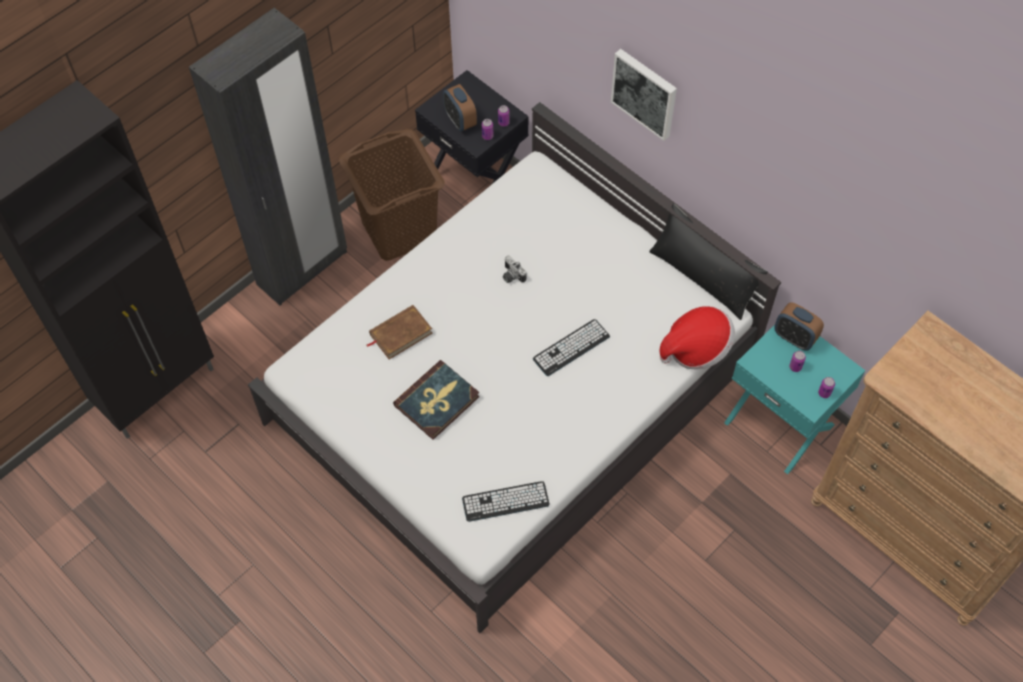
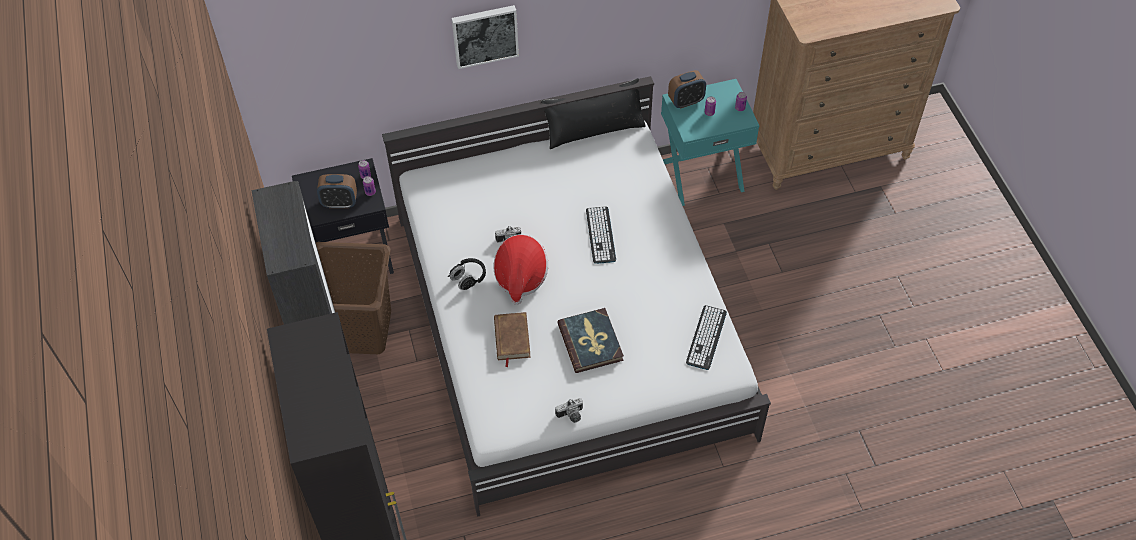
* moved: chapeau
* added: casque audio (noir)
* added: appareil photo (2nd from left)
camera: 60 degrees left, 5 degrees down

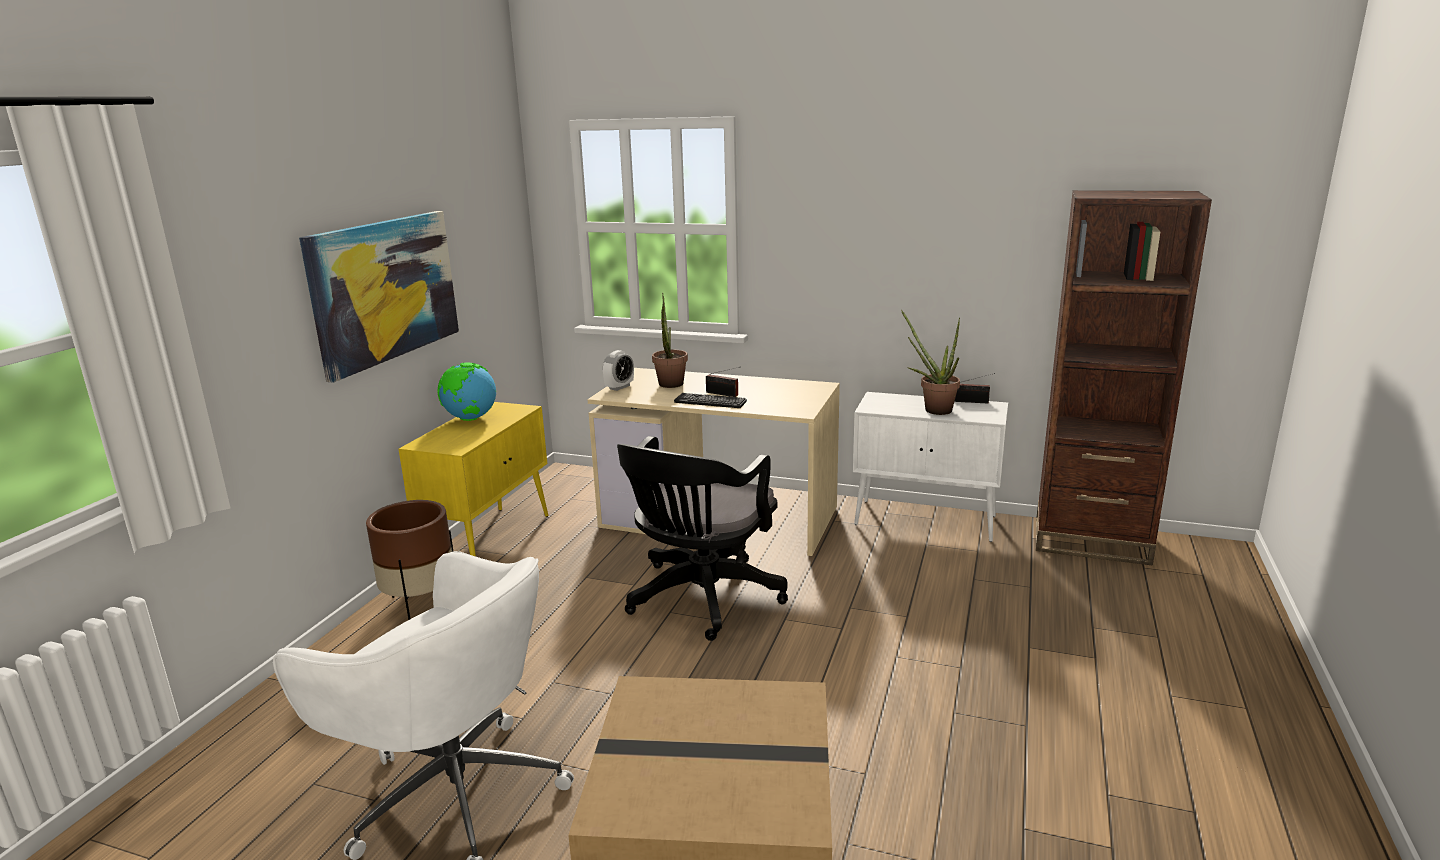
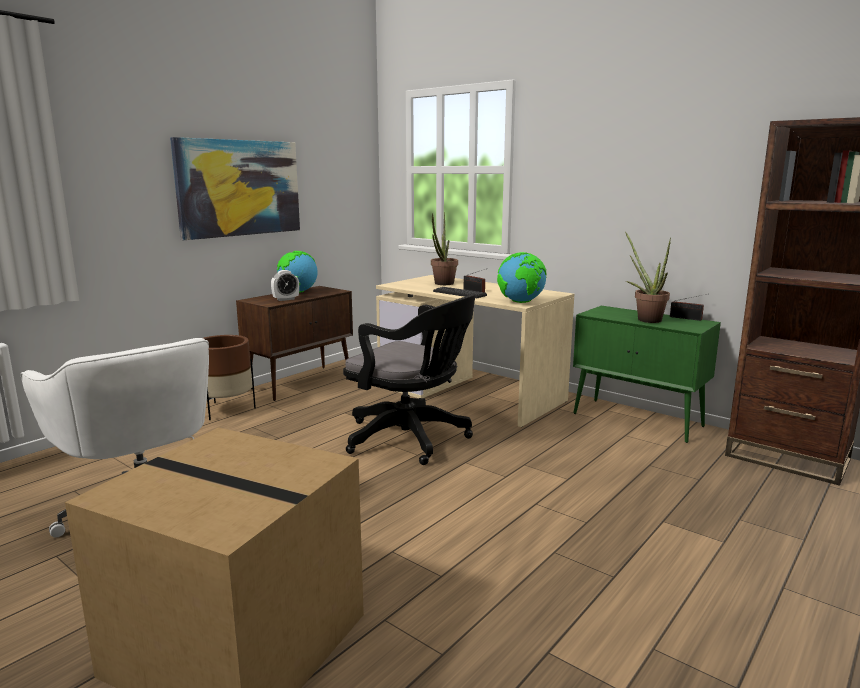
* recoloured: meuble de rangement (jaune) to meuble de rangement (marron)
* moved: réveil
* turned: chaise de bureau (noir) 105 degrees counterclockwise
* recoloured: meuble de rangement (blanc) to meuble de rangement (vert)
* added: globe (2nd from left)
camera: 20 degrees right, 5 degrees down

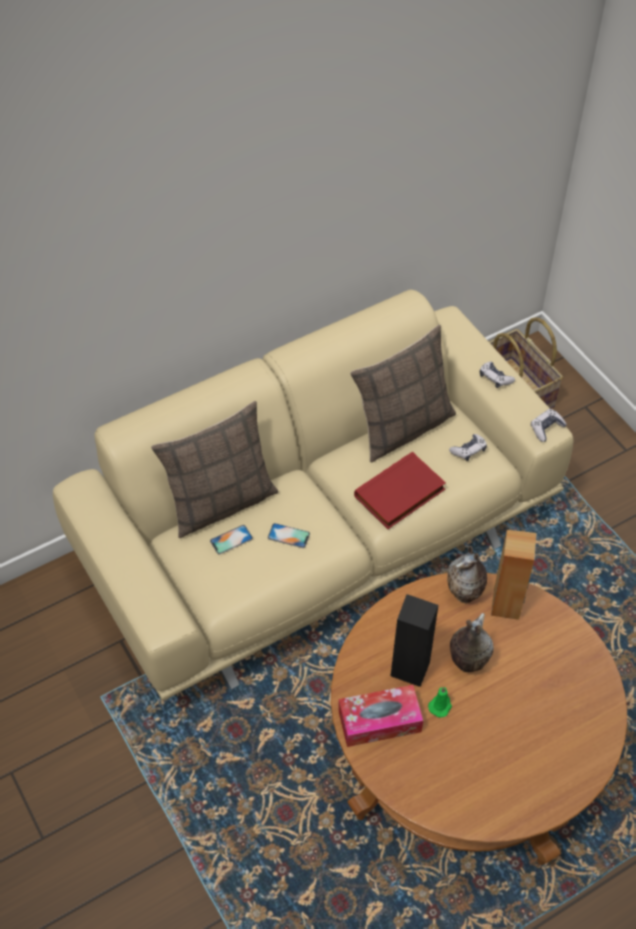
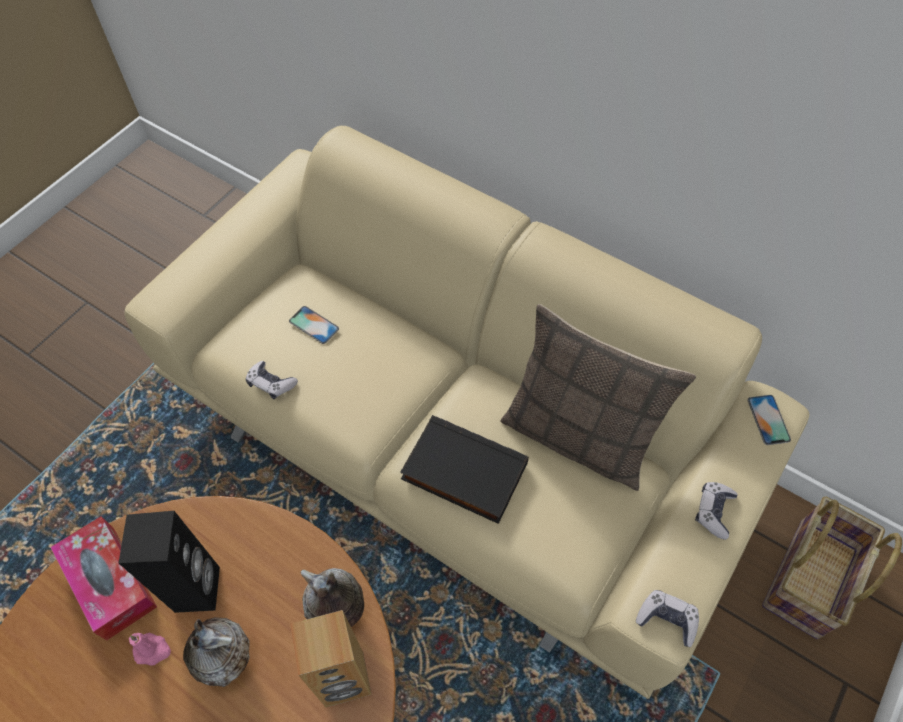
* removed: coussin (1st from left)
* moved: téléphone (2nd from left)
* recoloured: livre (rouge) to livre (noir)
* recoloured: bougie (vert) to bougie (rose)
* moved: manette (1st from left)
camera: 65 degrees right, 5 degrees up

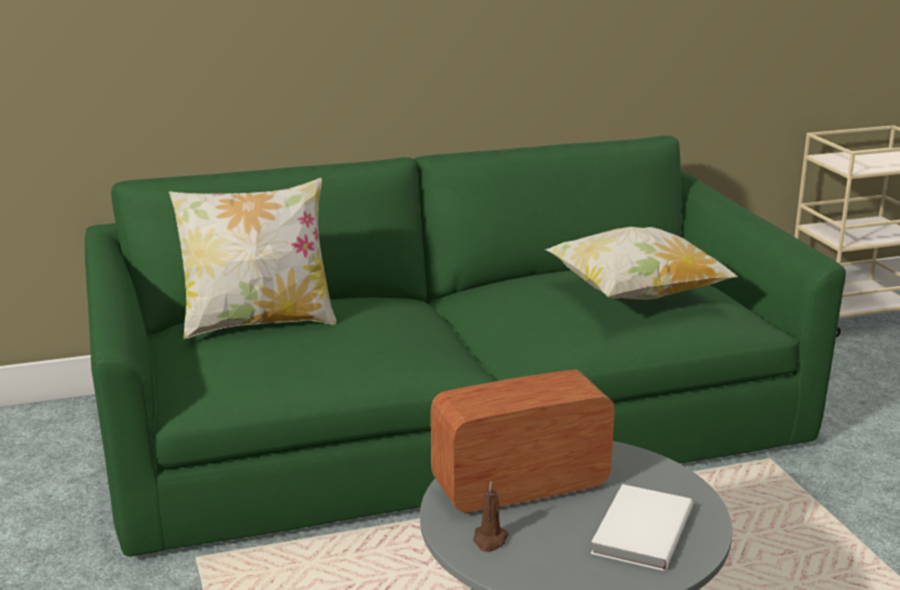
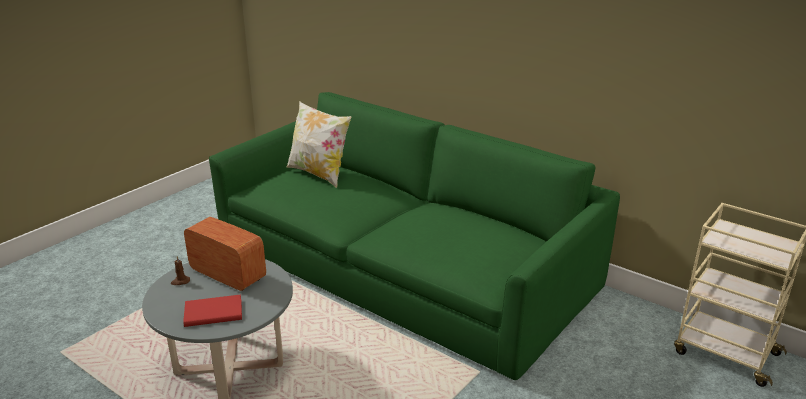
* removed: coussin (2nd from left)
* recoloured: livre (blanc) to livre (rouge)
camera: 55 degrees right, 5 degrees up

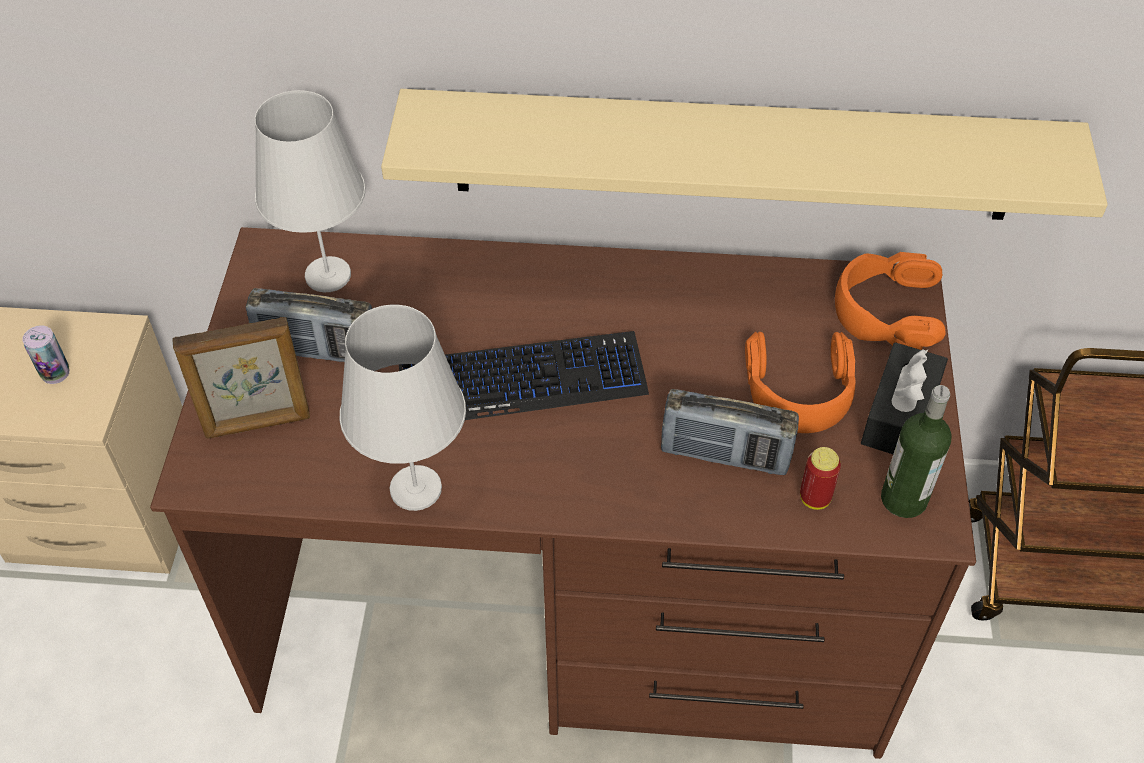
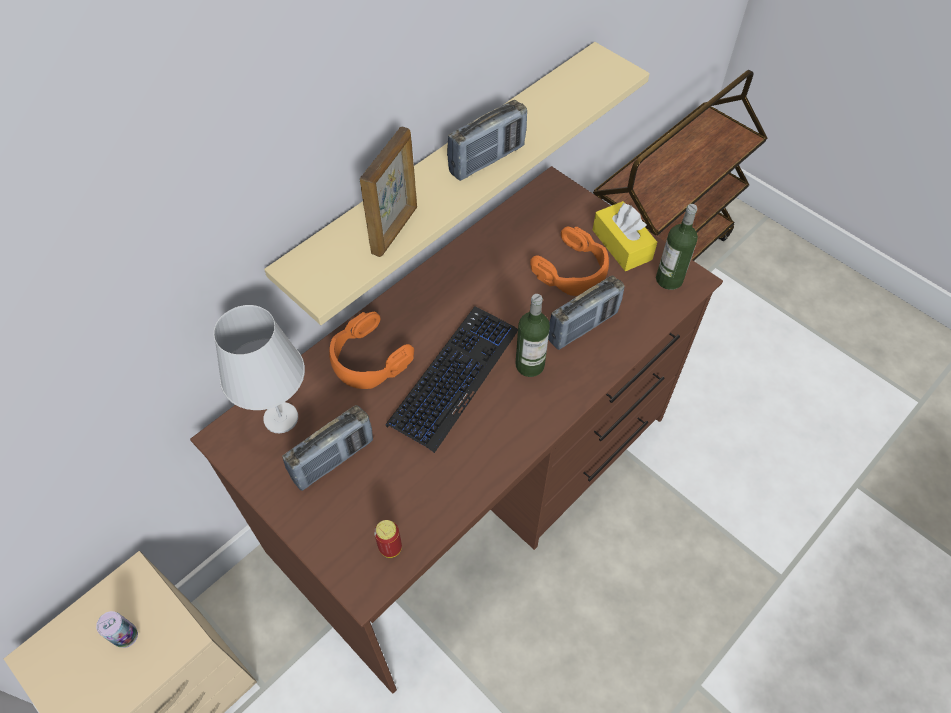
* moved: cadre photo
* removed: lampe de table (blanc) (2nd from left)
* moved: boîte métallique (2nd from left)
* moved: casque audio (orange) (2nd from left in the first image) to casque audio (orange) (1st from left)
* recoloured: boîte à mouchoirs (noir) to boîte à mouchoirs (jaune)
* added: radio (2nd from left)
* added: bouteille (1st from left)
camera: 50 degrees left, 5 degrees up

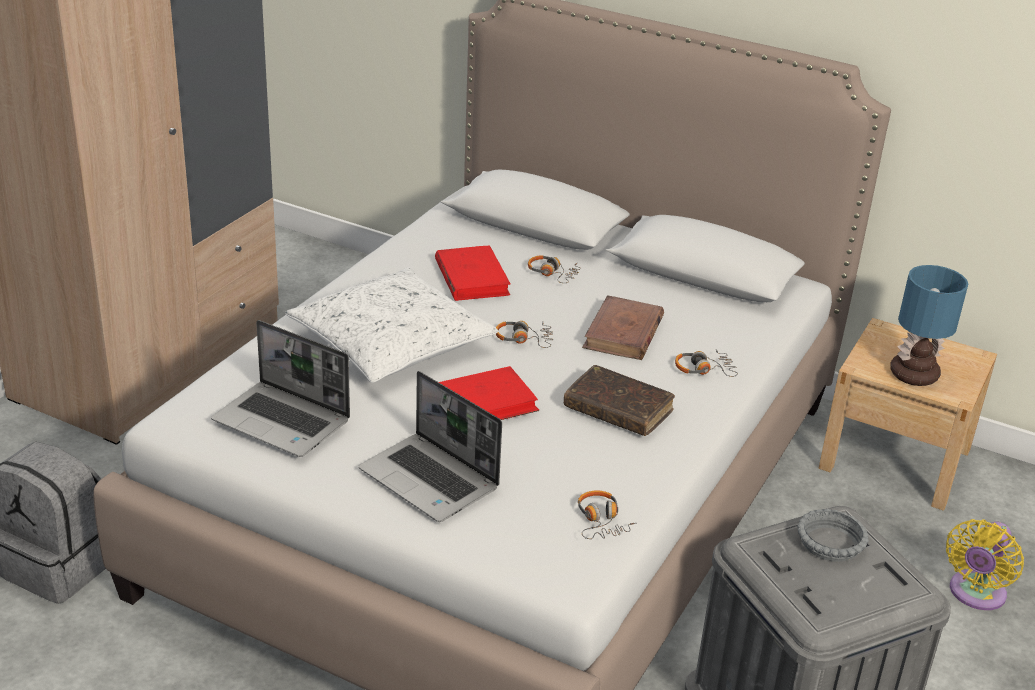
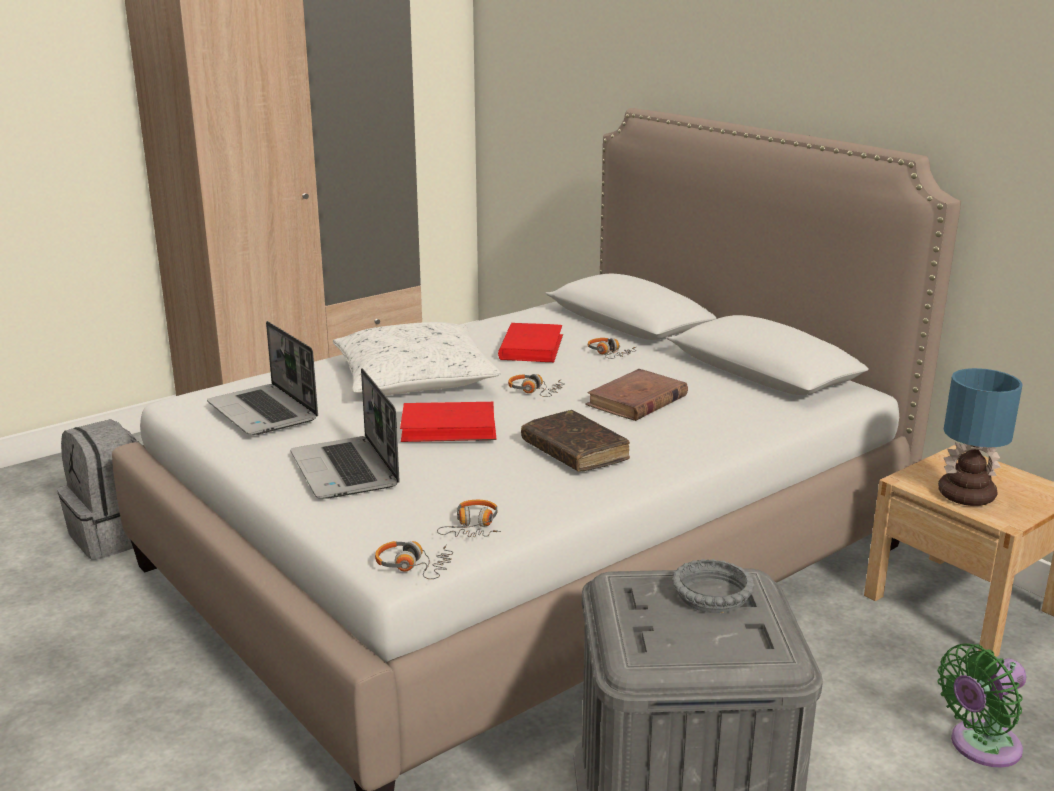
* moved: casque audio (4th from left in the first image) to casque audio (1st from left)
* recoloured: ventilateur (jaune) to ventilateur (vert)
camera: 25 degrees right, 10 degrees down

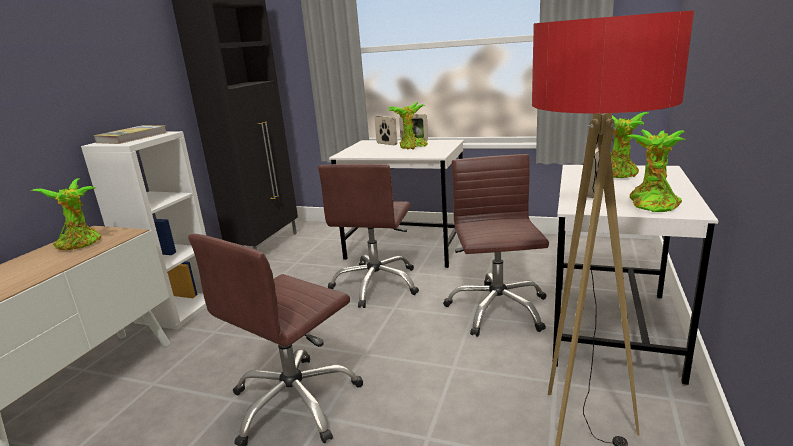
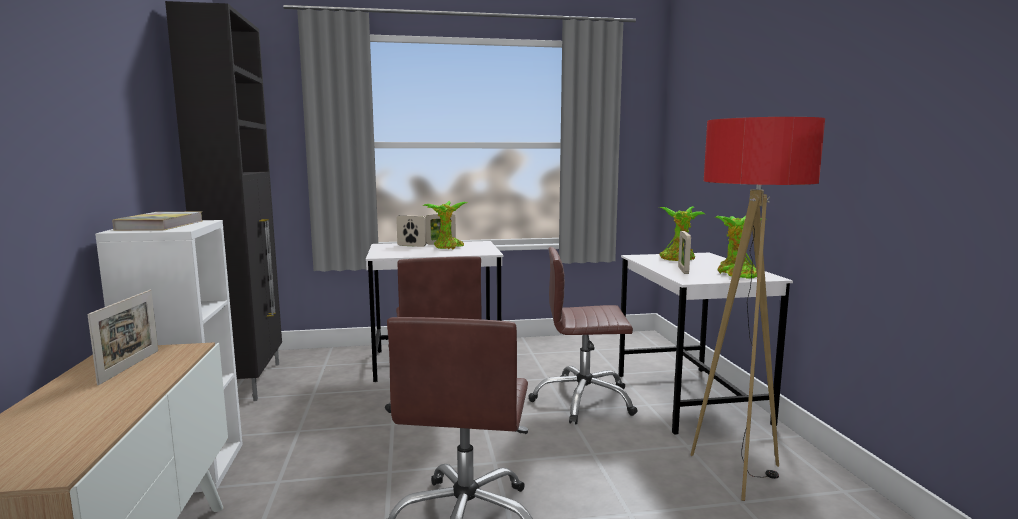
* replaced: plante en pot (1st from left) to cadre photo (1st from left)
* turned: chaise de bureau (marron) (3rd from left) 60 degrees counterclockwise
camera: 30 degrees left, 10 degrees down

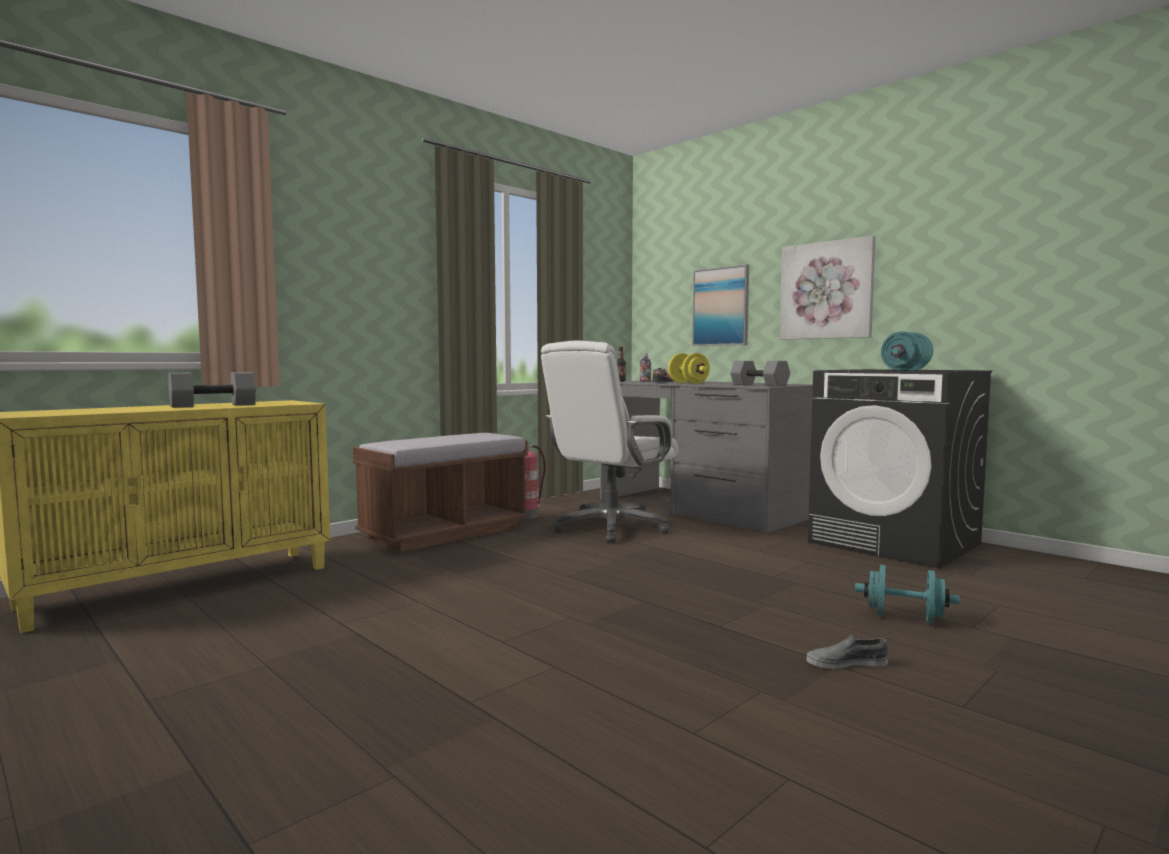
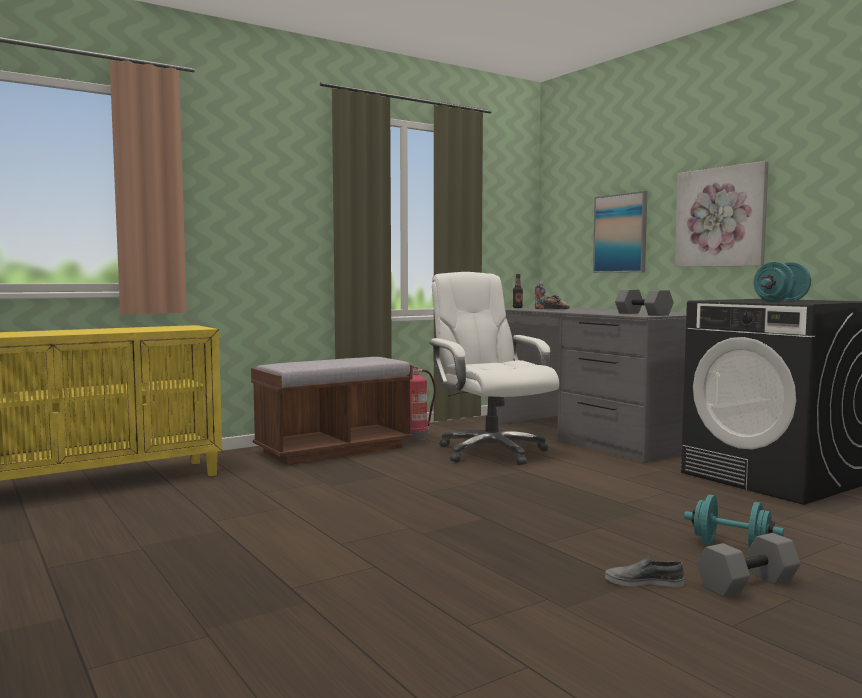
* moved: haltère (gris) (1st from left in the first image) to haltère (gris) (2nd from left)
* turned: chaise de bureau (blanc) 105 degrees clockwise
* removed: haltère (jaune)
camera: 10 degrees right, 0 degrees up

